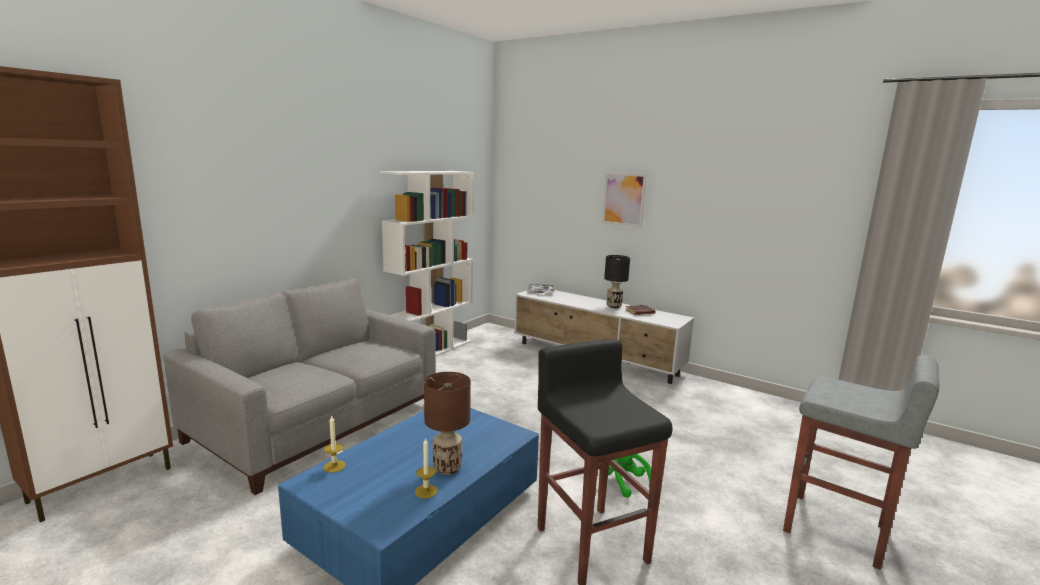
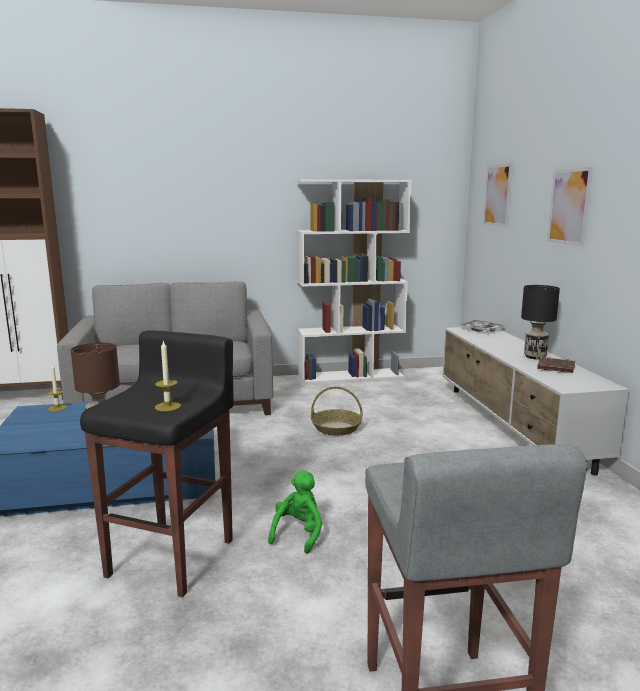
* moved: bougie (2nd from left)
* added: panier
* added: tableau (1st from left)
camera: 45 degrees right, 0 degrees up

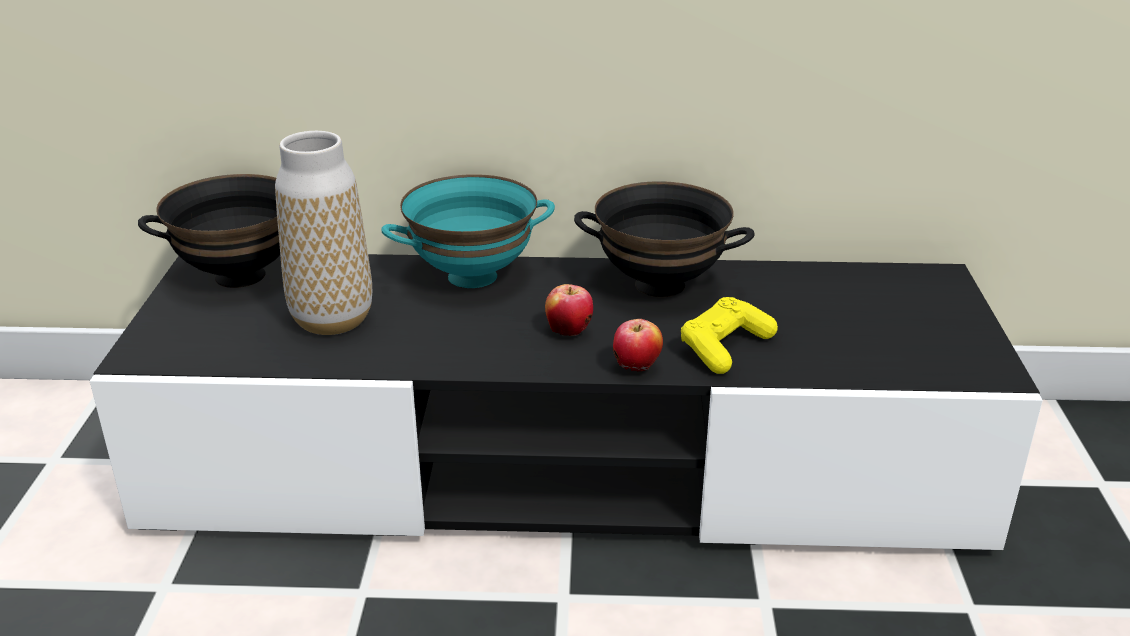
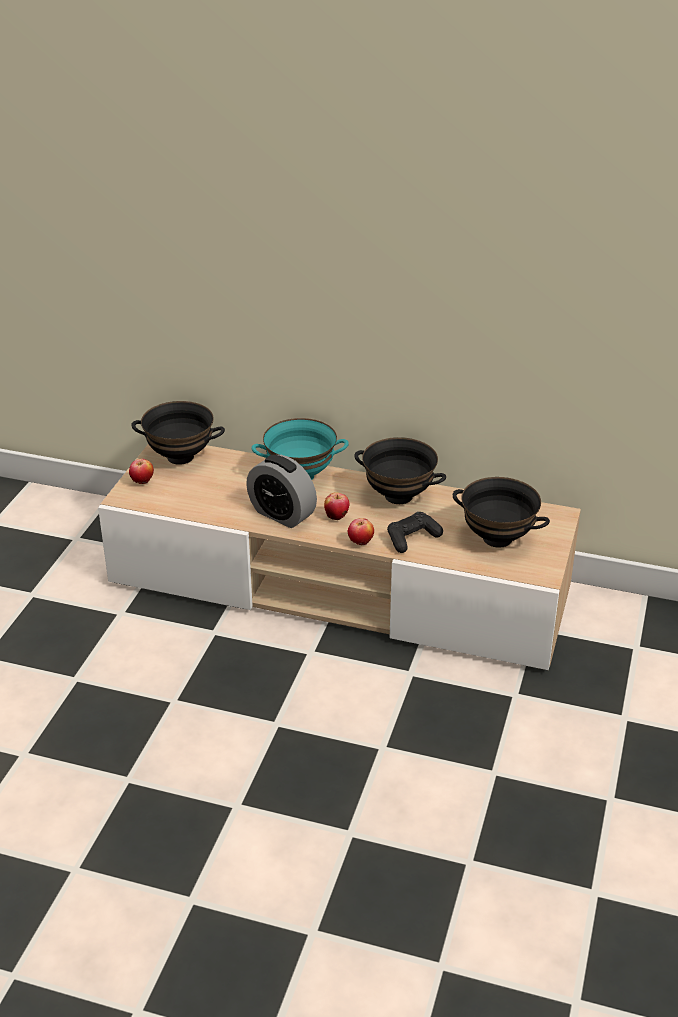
* recoloured: meuble télé (noir) to meuble télé (beige)
* removed: vase
* recoloured: manette (jaune) to manette (noir)
* added: pomme (1st from left)
* added: réveil
* added: bol (noir) (3rd from left)
camera: 15 degrees right, 5 degrees up

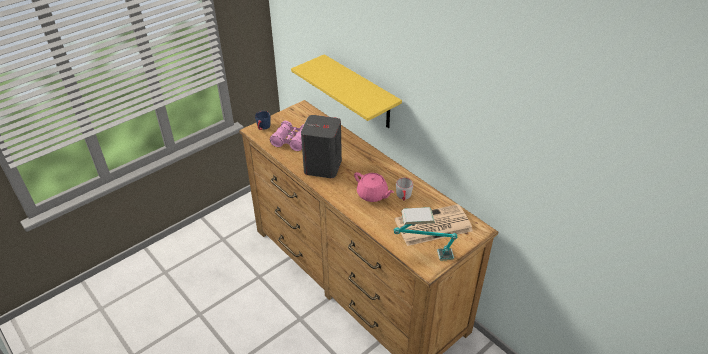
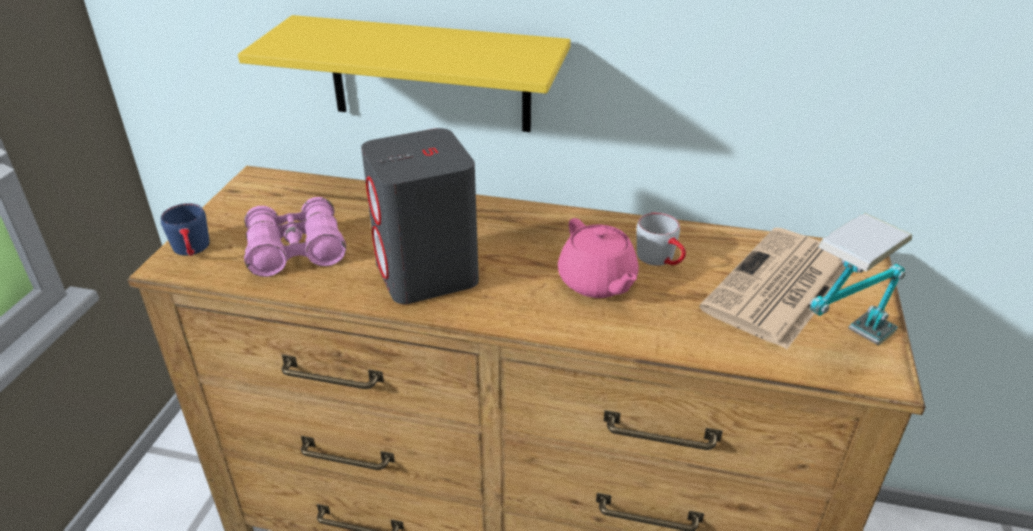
* turned: théière (rose) 60 degrees clockwise
camera: 35 degrees left, 5 degrees down

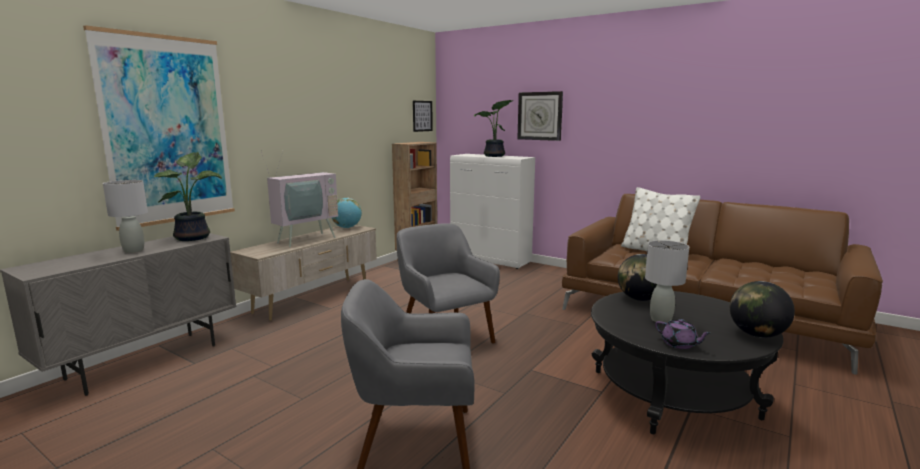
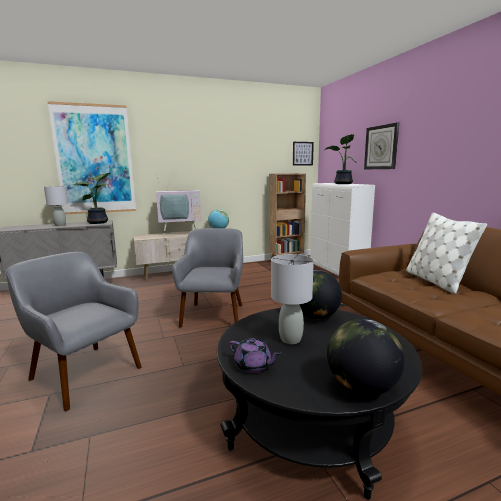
* turned: théière (violet) 45 degrees counterclockwise
camera: 35 degrees right, 0 degrees up

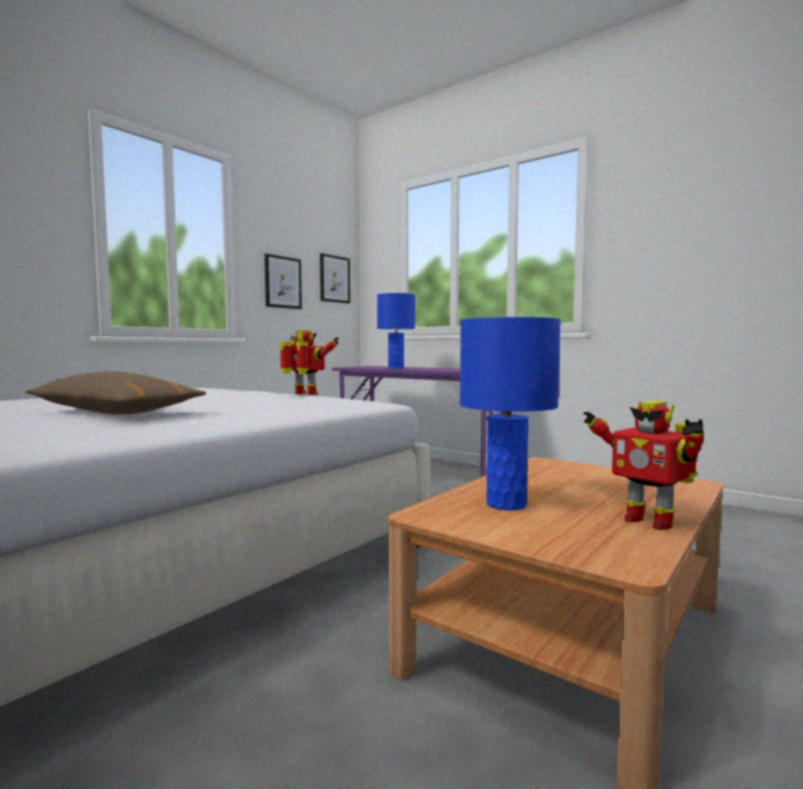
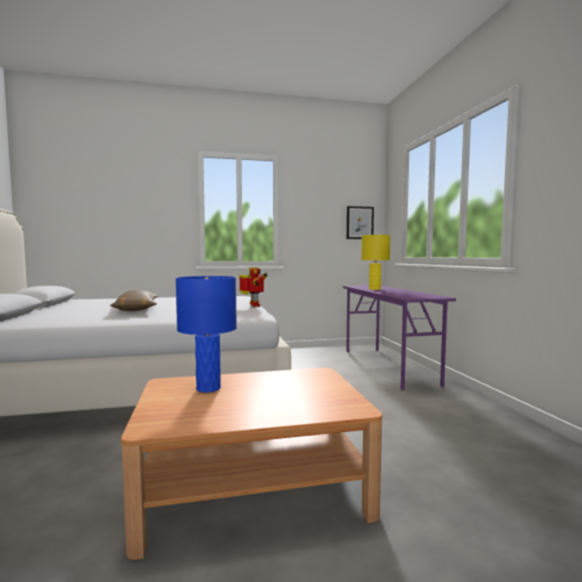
* removed: tableau (1st from left)
* recoloured: lampe de table (bleu) (1st from left) to lampe de table (jaune)
* removed: robot jouet (2nd from left)
camera: 40 degrees right, 0 degrees up

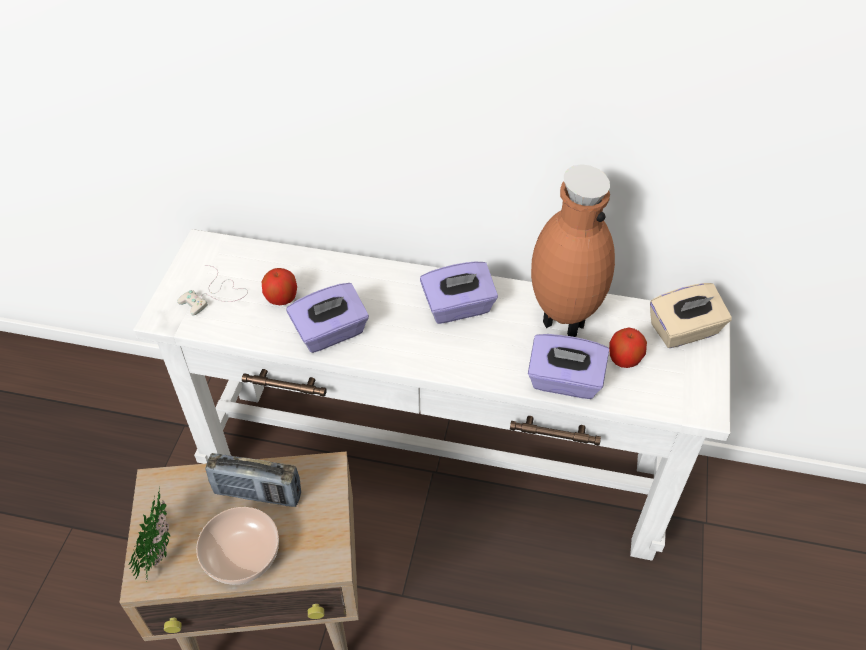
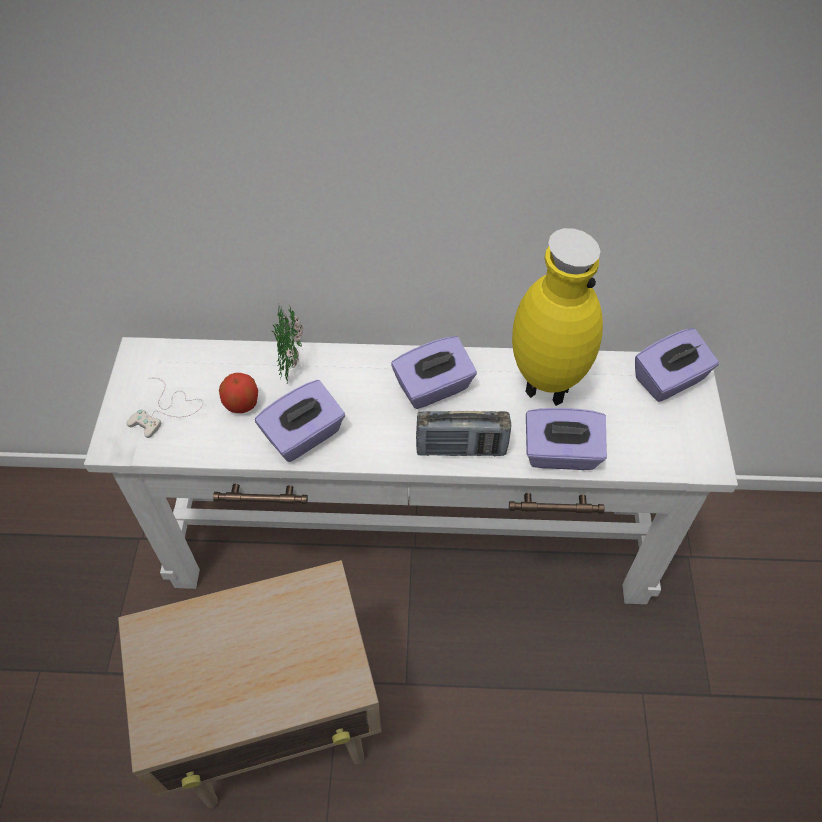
* moved: plante en pot
* removed: bol
* moved: radio
* recoloured: vase (marron) to vase (jaune)
* removed: pomme (2nd from left)
* recoloured: boîte à mouchoirs (beige) to boîte à mouchoirs (violet) (4th from left)
camera: 10 degrees left, 5 degrees up

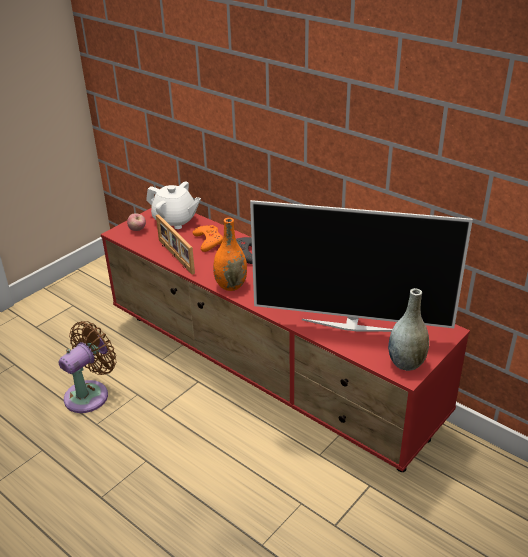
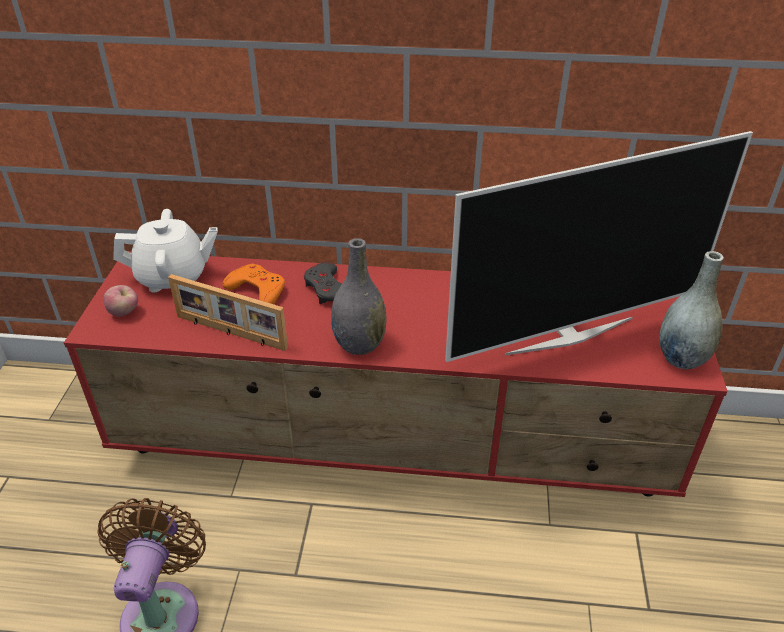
* recoloured: vase (orange) to vase (gris) (1st from left)
camera: 35 degrees left, 5 degrees up

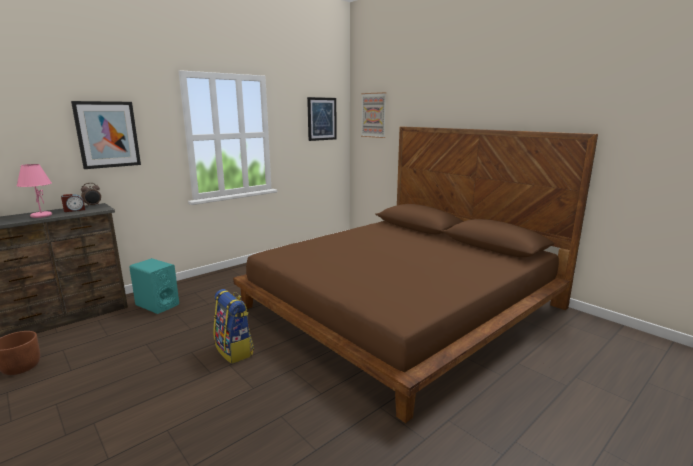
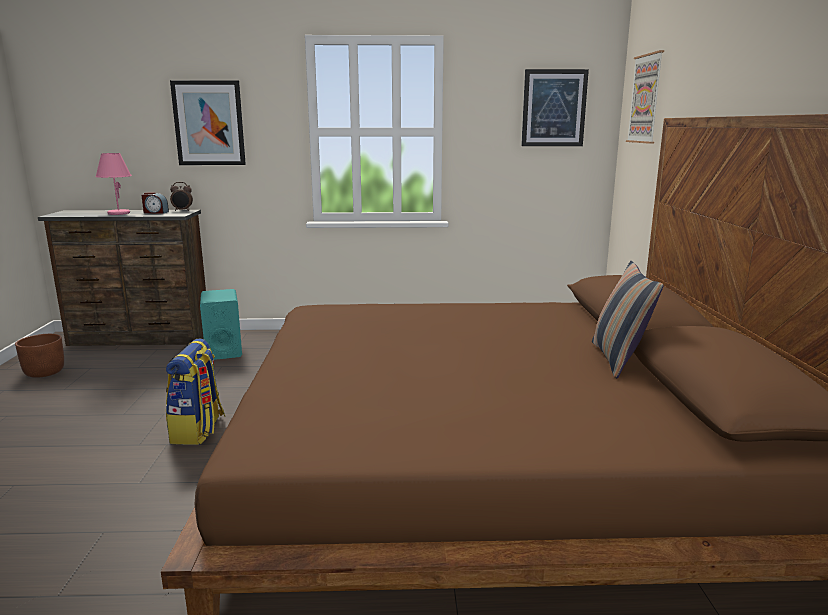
* added: coussin
camera: 40 degrees right, 0 degrees up

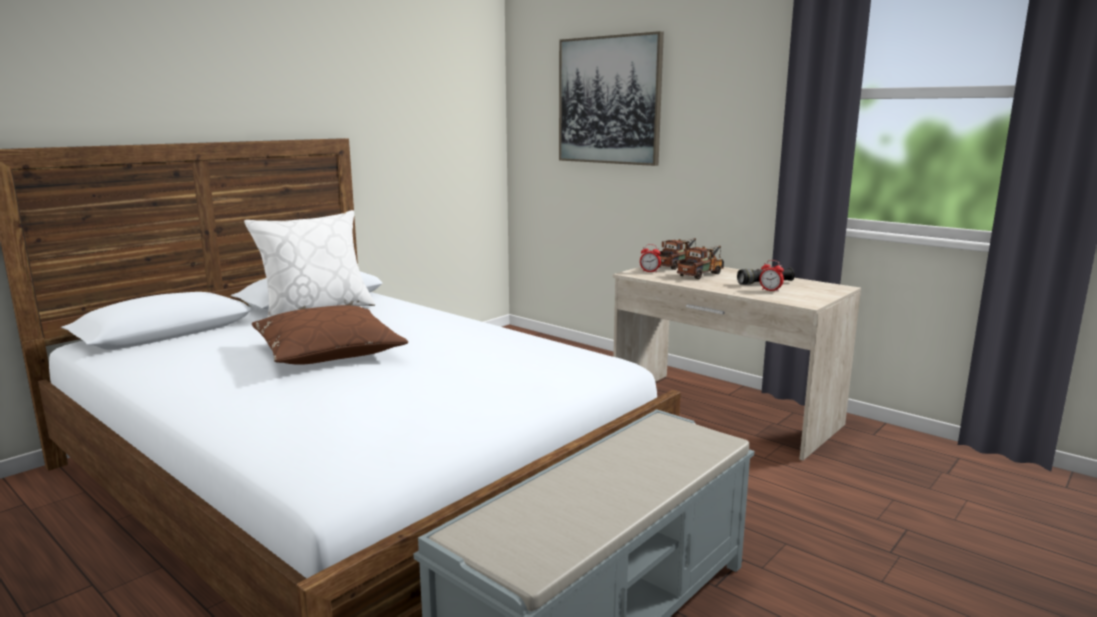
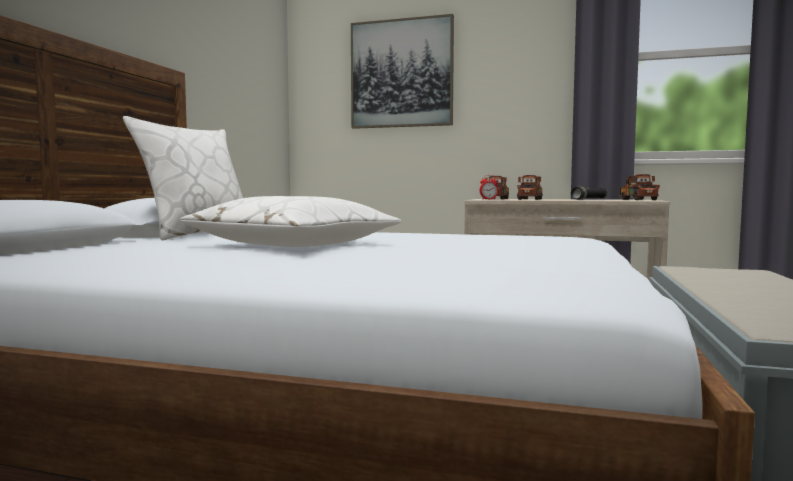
* recoloured: coussin (marron) to coussin (blanc) (2nd from left)
* removed: réveil (2nd from left)
* added: camion jouet (3rd from left)
camera: 25 degrees left, 10 degrees down

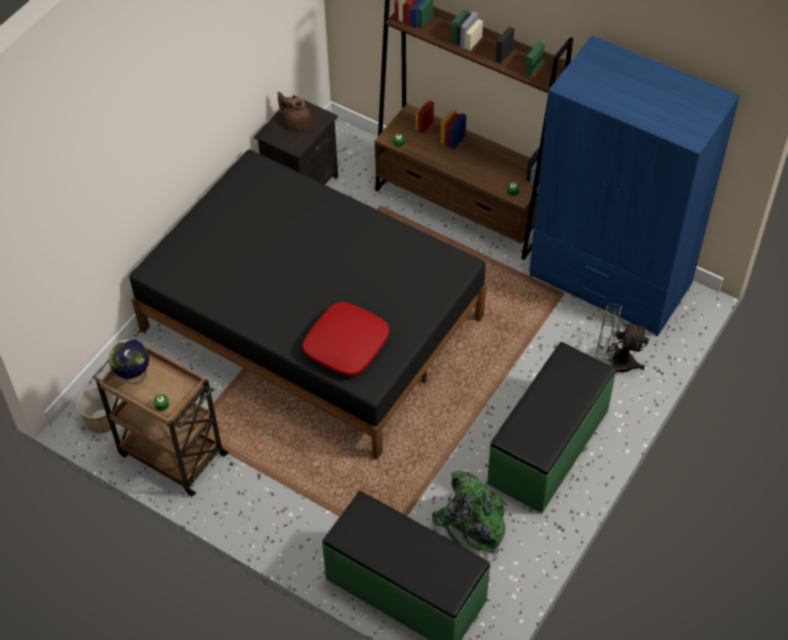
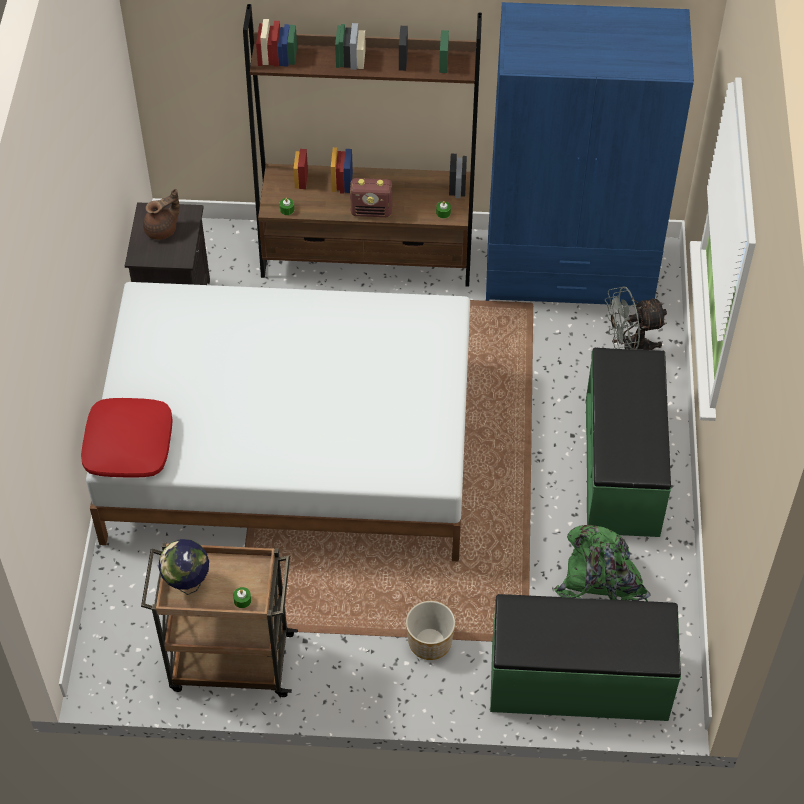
* moved: cache-pot
* recoloured: lit (noir) to lit (blanc)
* turned: théière (marron) 150 degrees clockwise
* moved: coussin (rouge)
* added: radio
camera: 30 degrees left, 0 degrees up

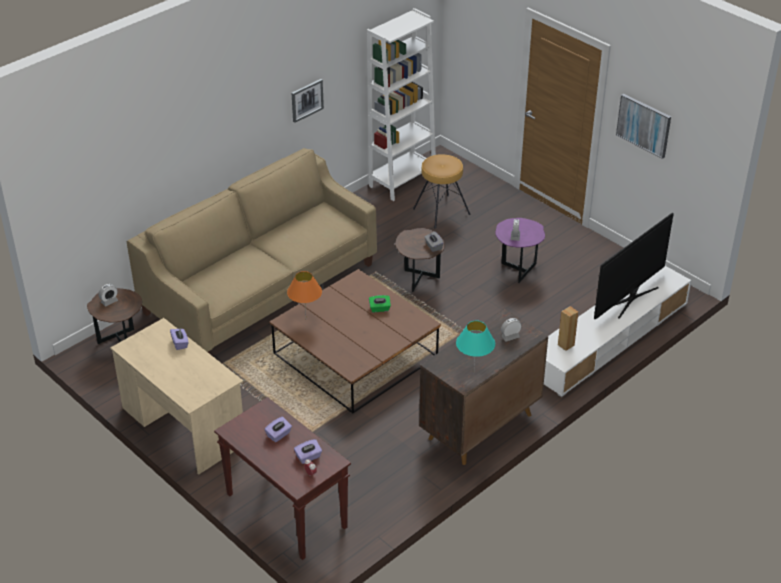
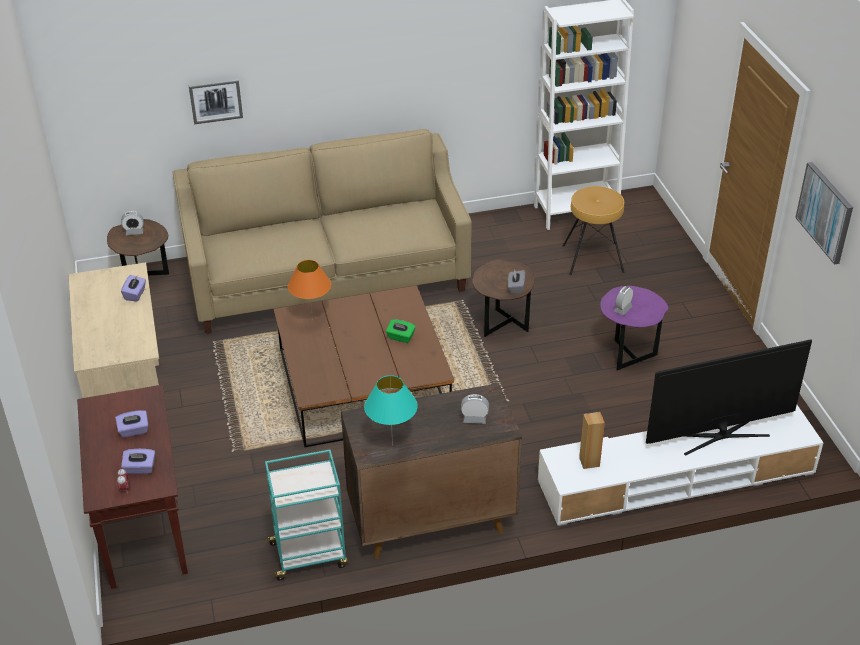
* moved: tableau (1st from left)
* added: chariot (turquoise)
camera: 30 degrees right, 0 degrees up

